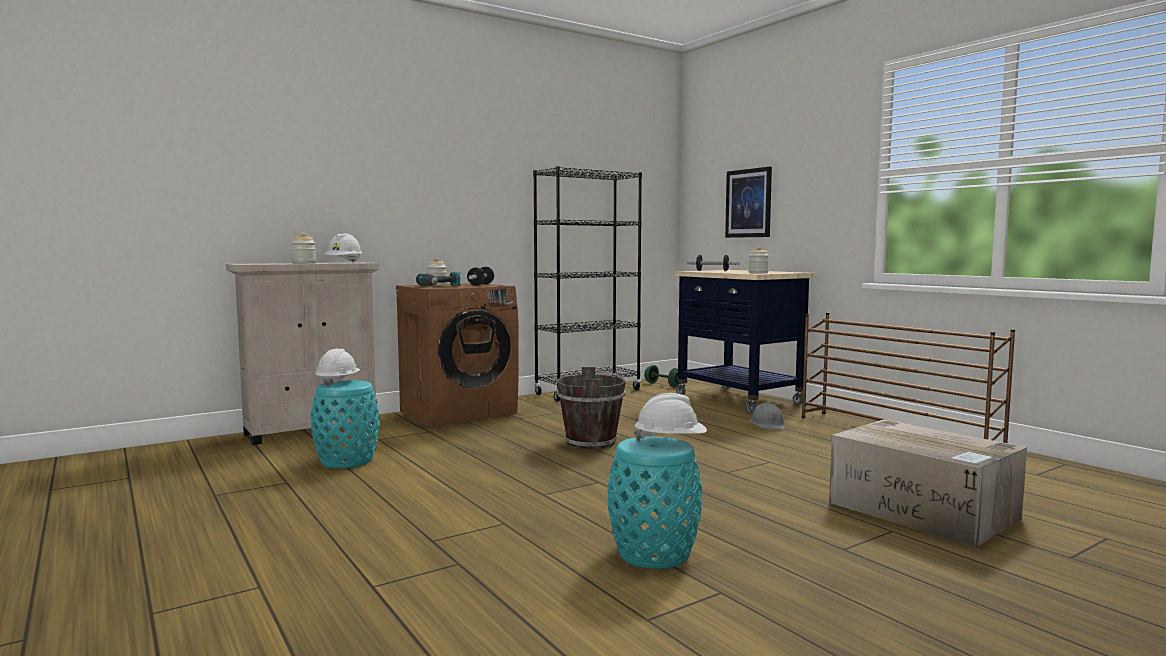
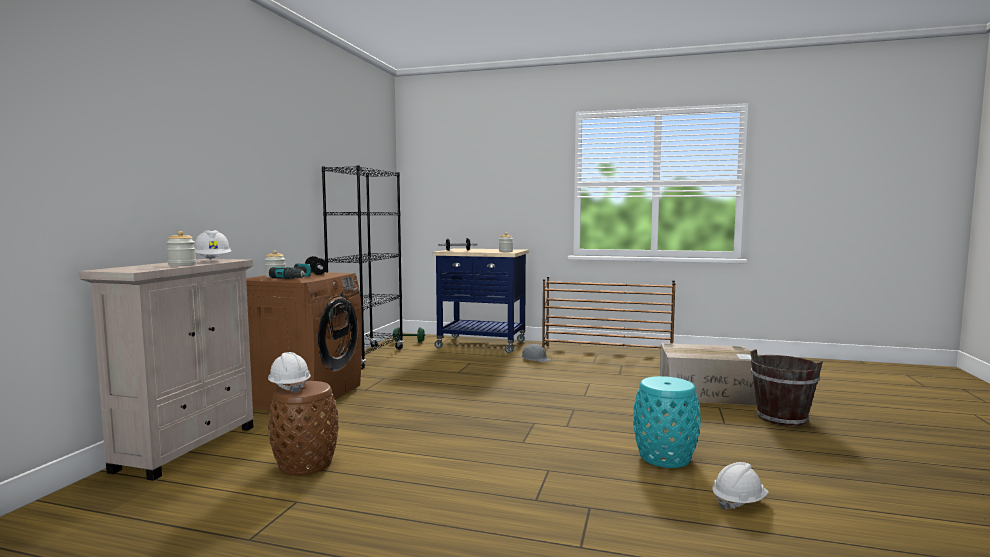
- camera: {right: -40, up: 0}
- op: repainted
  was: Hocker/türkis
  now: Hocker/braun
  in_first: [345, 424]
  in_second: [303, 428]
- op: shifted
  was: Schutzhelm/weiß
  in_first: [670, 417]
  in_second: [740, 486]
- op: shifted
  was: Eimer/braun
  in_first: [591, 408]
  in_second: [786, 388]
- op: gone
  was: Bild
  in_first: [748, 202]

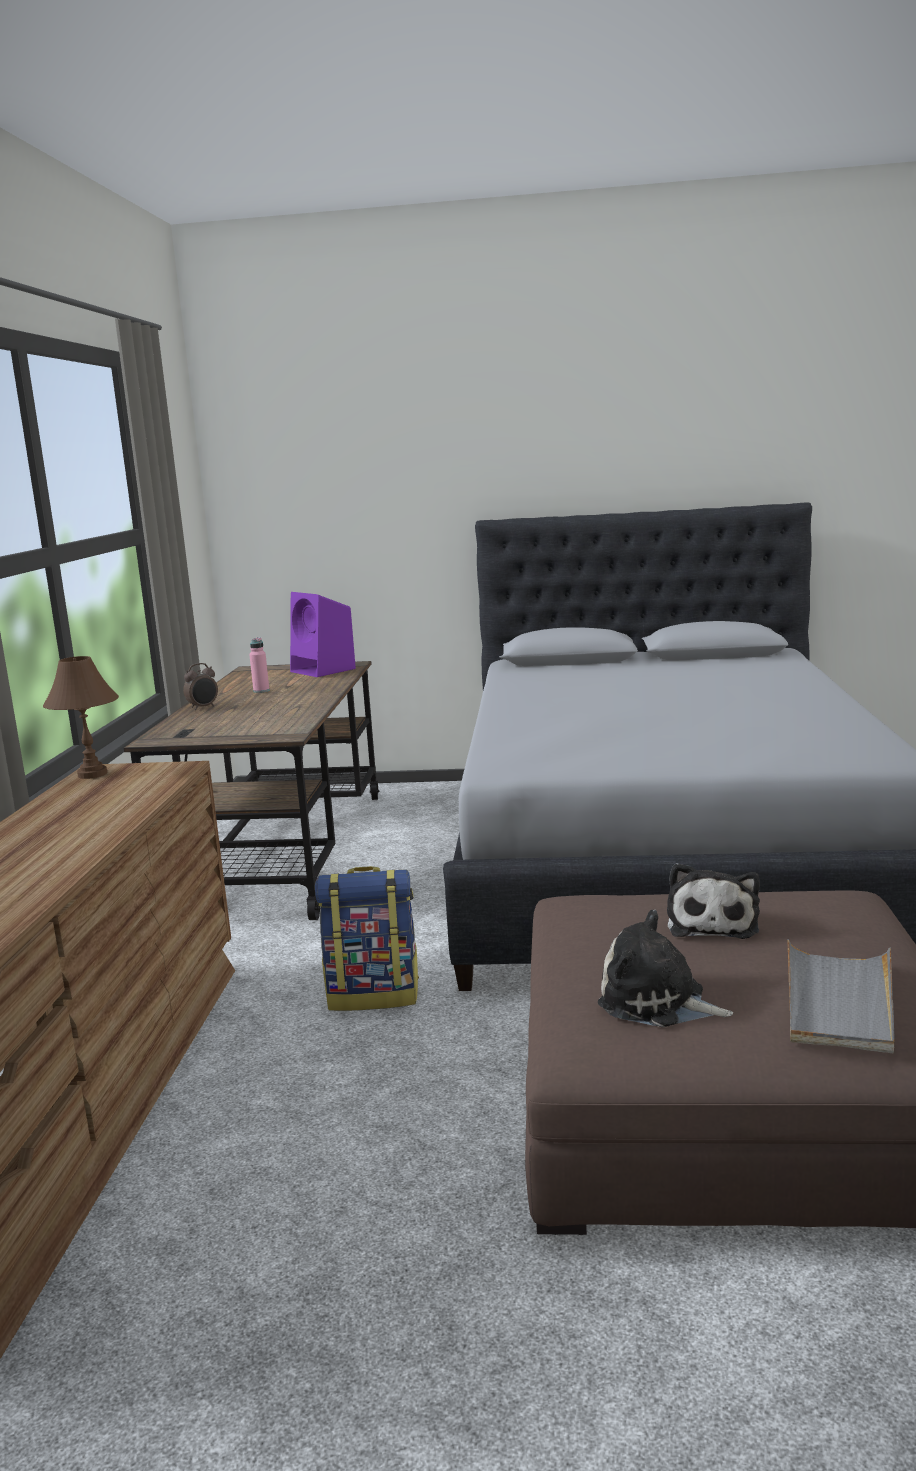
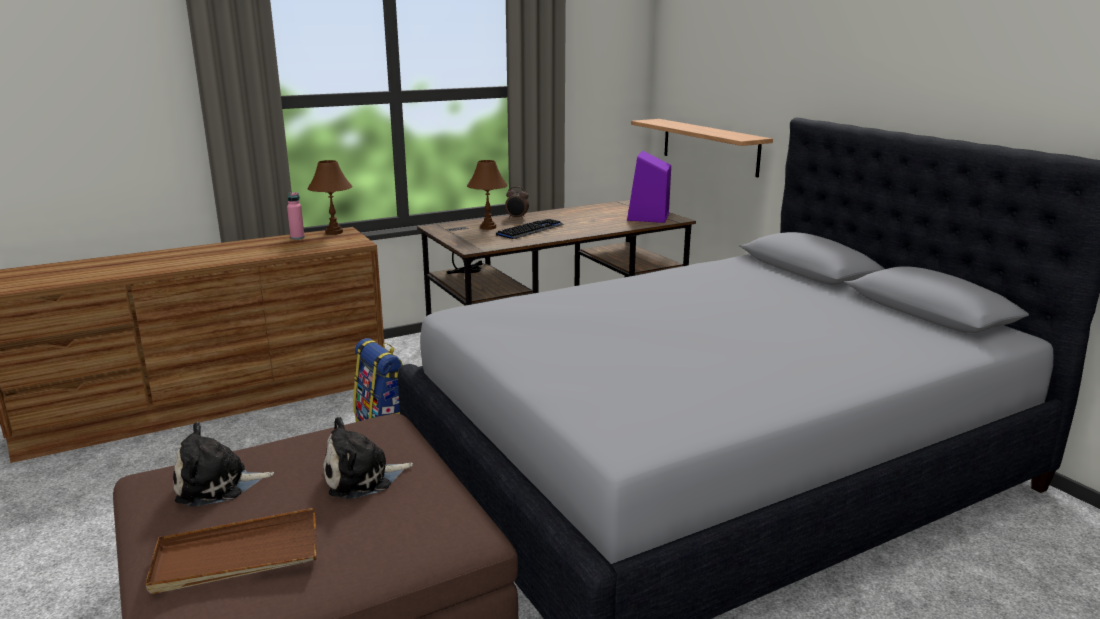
- camera: {right: 55, up: 5}
- op: repainted
  was: Tablett/grau
  now: Tablett/braun
  in_first: [841, 996]
  in_second: [231, 551]
- op: rotated
  was: Plüschtier
  in_first: [665, 968]
  in_second: [223, 464]
  clockwise: -105
- op: shifted
  was: Flasche/rosa
  in_first: [259, 665]
  in_second: [296, 216]
- op: new
  now: Tischlampe/braun
  in_second: [487, 195]
- op: new
  now: Tastatur
  in_second: [530, 229]
- op: new
  now: Wandregal
  in_second: [702, 148]

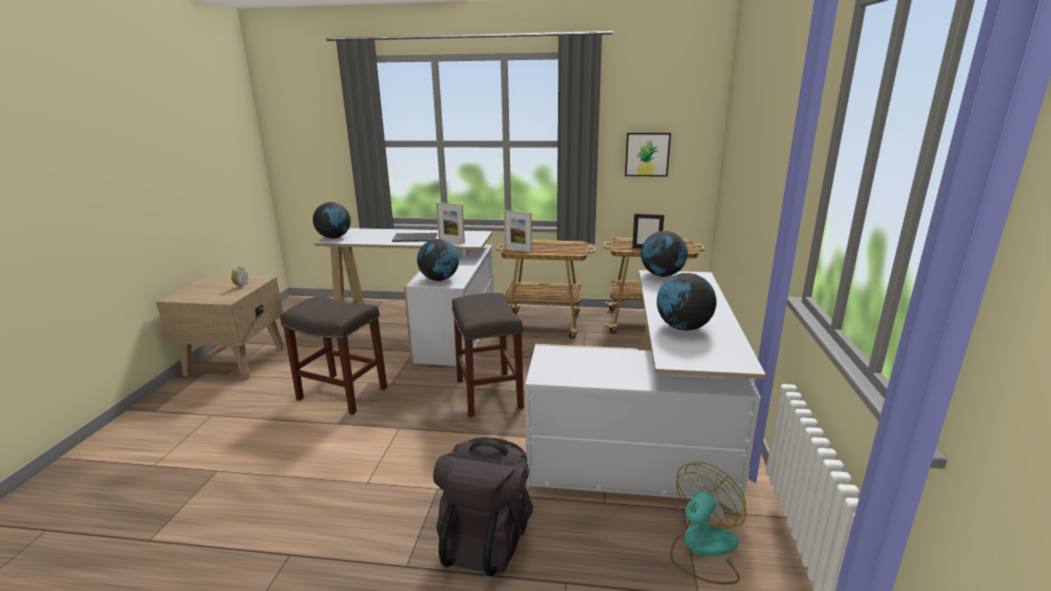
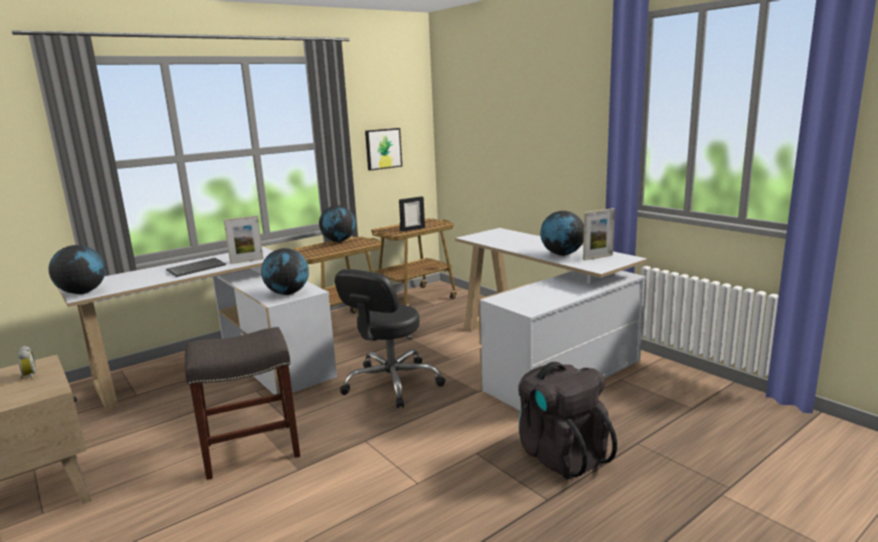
- camera: {right: -45, up: -5}
- op: shifted
  was: Globus
  in_first: [664, 254]
  in_second: [337, 223]
- op: swapped
  was: Hocker/grau
  now: Bürostuhl/schwarz
  in_first: [488, 355]
  in_second: [390, 338]
- op: shifted
  was: Bilderrahmen
  in_first: [518, 231]
  in_second: [599, 234]
- op: gone
  was: Ventilator
  in_first: [708, 523]

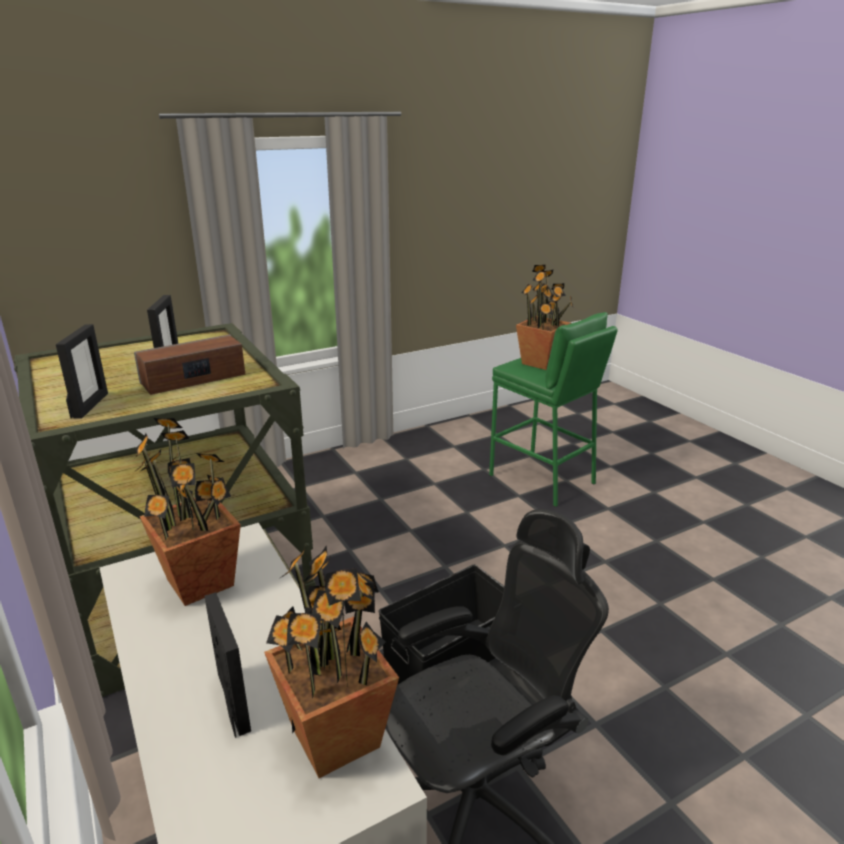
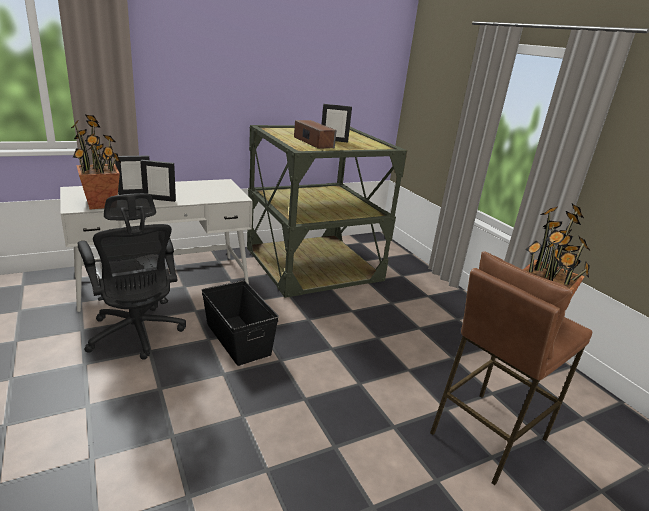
- camera: {right: 90, up: 0}
- op: shifted
  was: Bilderrahmen
  in_first: [82, 371]
  in_second: [158, 181]
- op: repainted
  was: Hocker/grün
  now: Hocker/braun
  in_first: [553, 409]
  in_second: [511, 368]
- op: gone
  was: Topfpflanze
  in_first: [188, 512]

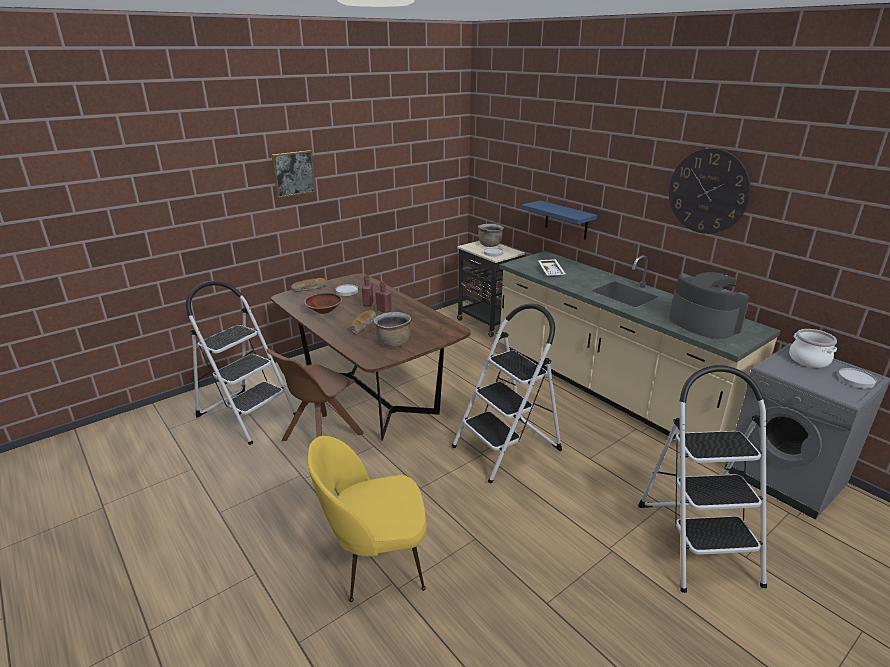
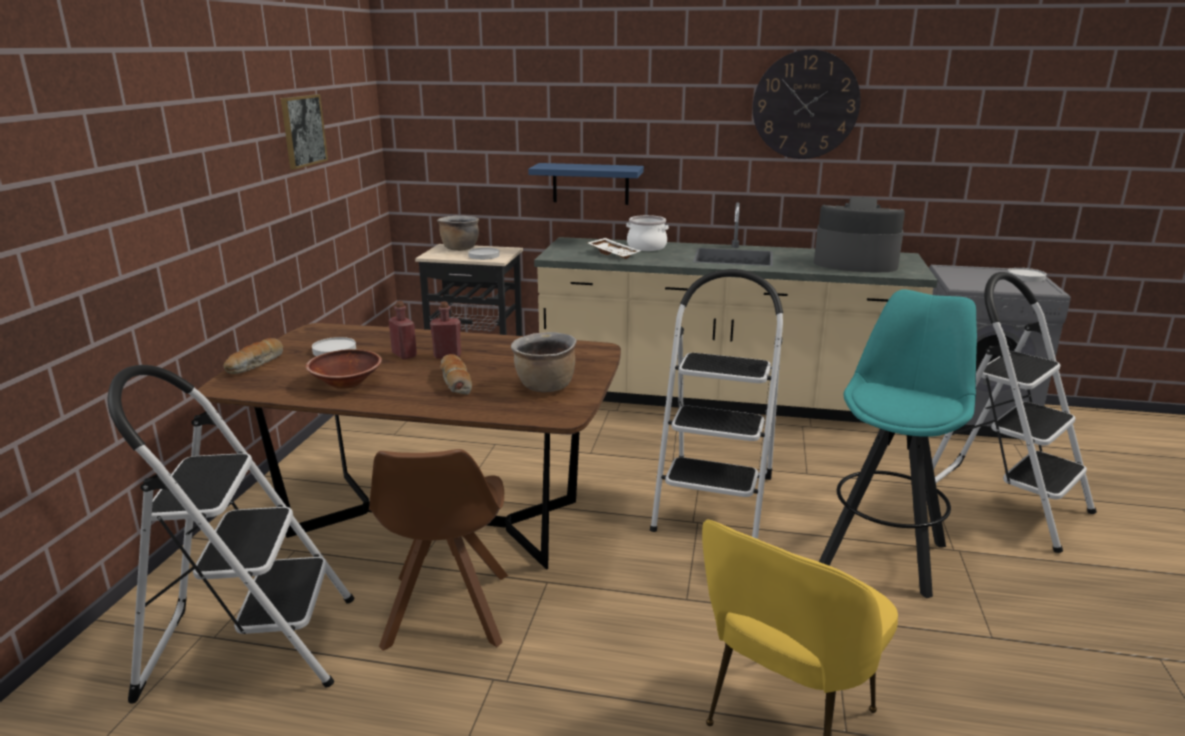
- camera: {right: -40, up: -5}
- op: shifted
  was: Bild
  in_first: [294, 174]
  in_second: [304, 132]
- op: shifted
  was: Kochtopf
  in_first: [813, 348]
  in_second: [647, 233]
- op: new
  now: Hocker/türkis
  in_second: [898, 443]

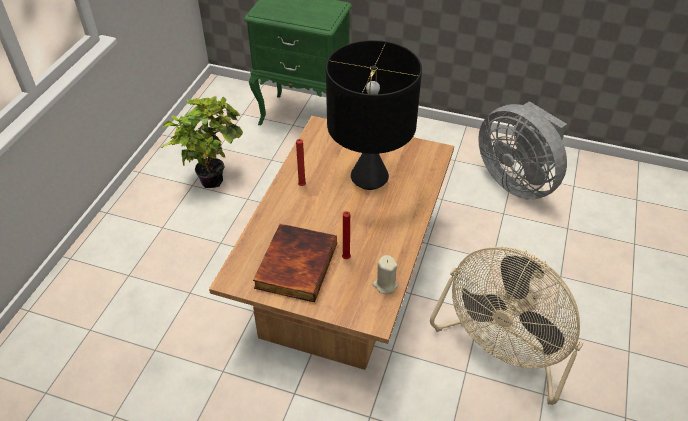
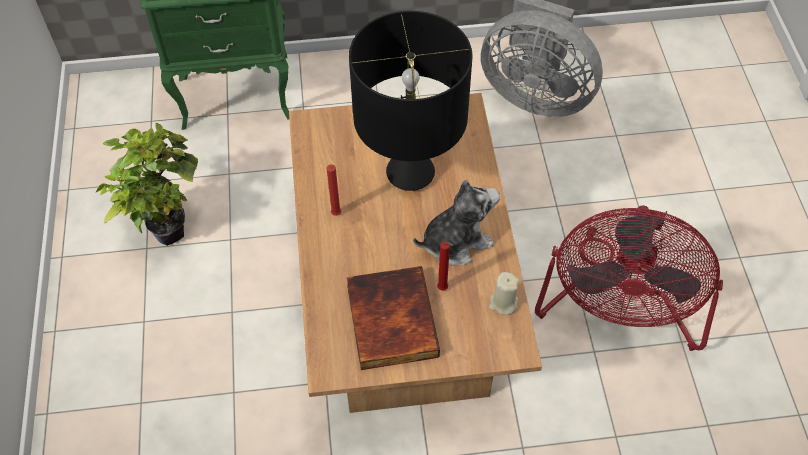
- camera: {right: -25, up: 10}
- op: new
  now: Plüschtier
  in_second: [456, 223]
- op: repainted
  was: Ventilator/beige
  now: Ventilator/rot
  in_first: [506, 326]
  in_second: [629, 278]

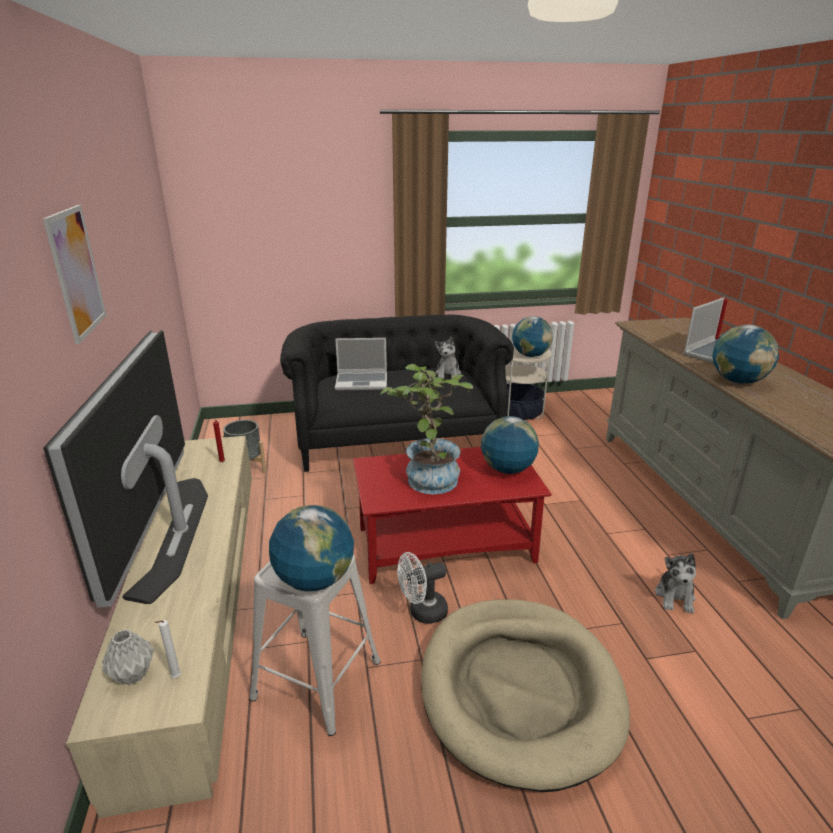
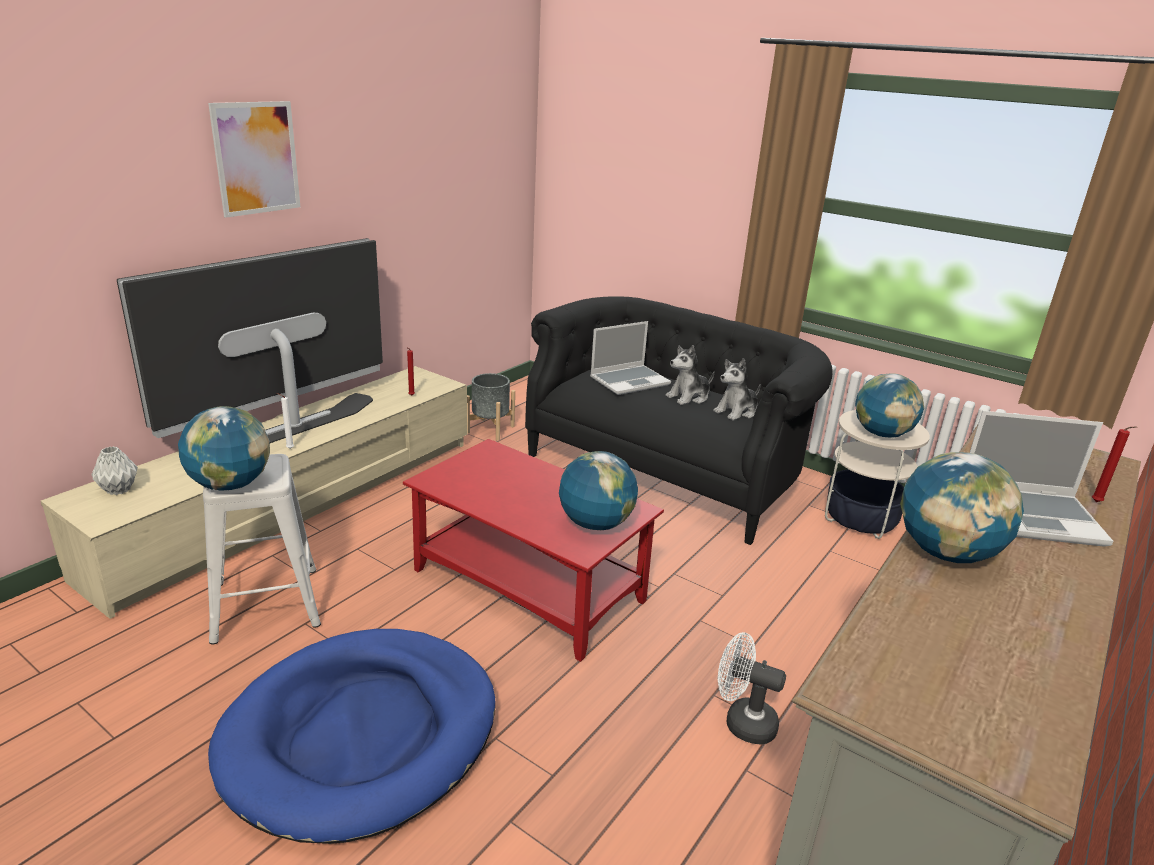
- camera: {right: 45, up: 0}
- op: repainted
  was: Hundebett/beige
  now: Hundebett/blau
  in_first: [525, 695]
  in_second: [352, 736]
- op: shifted
  was: Kerze/weiß
  in_first: [168, 649]
  in_second: [285, 421]
- op: rotated
  was: Laptop
  in_first: [361, 364]
  in_second: [630, 358]
  clockwise: -75
- op: shifted
  was: Plüschtier
  in_first: [675, 583]
  in_second: [690, 375]
- op: shifted
  was: Ventilator/weiß
  in_first: [422, 588]
  in_second: [752, 688]
- op: gone
  was: Topfpflanze
  in_first: [426, 429]

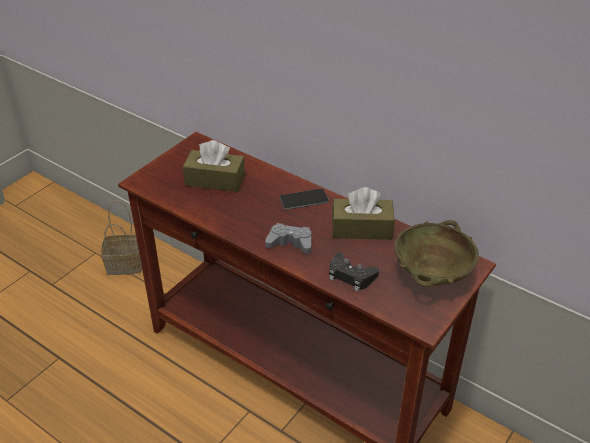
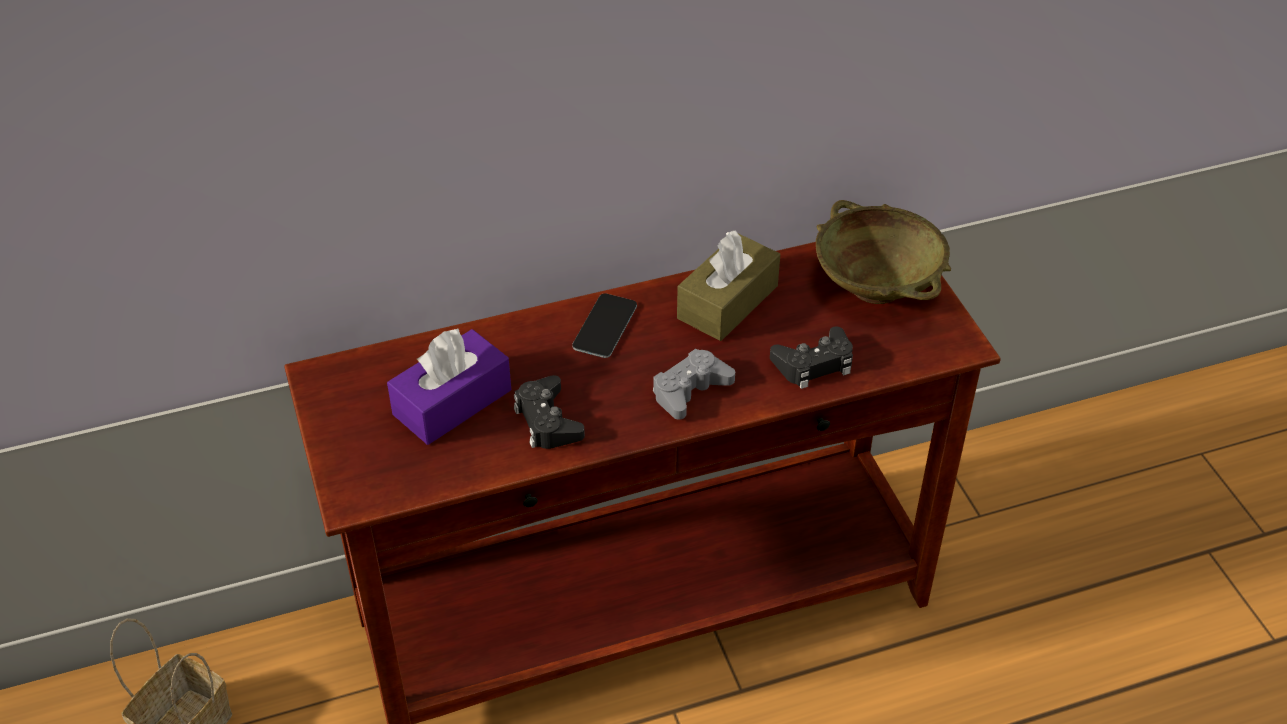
- camera: {right: -55, up: 5}
- op: repainted
  was: Taschentuchbox/braun
  now: Taschentuchbox/lila
  in_first: [214, 166]
  in_second: [449, 386]
- op: new
  now: Gamepad/schwarz
  in_second: [549, 412]

